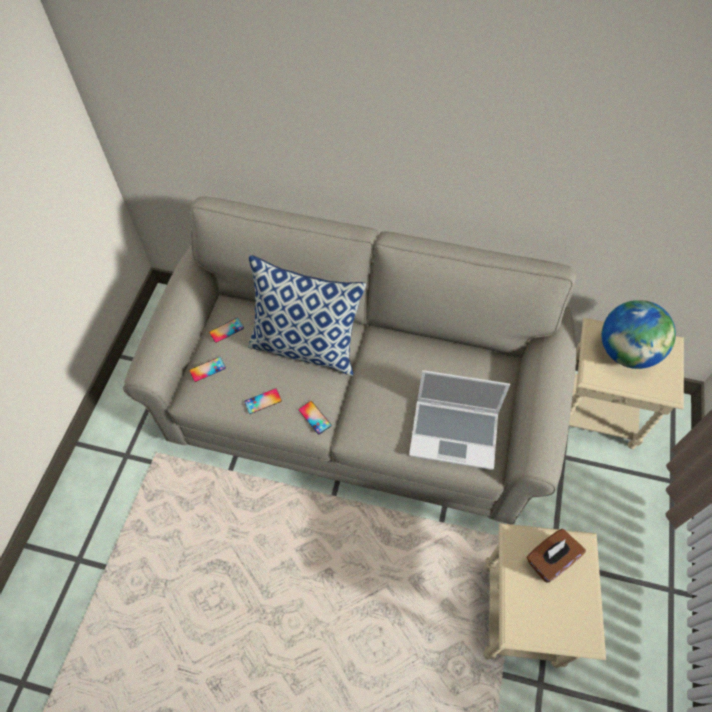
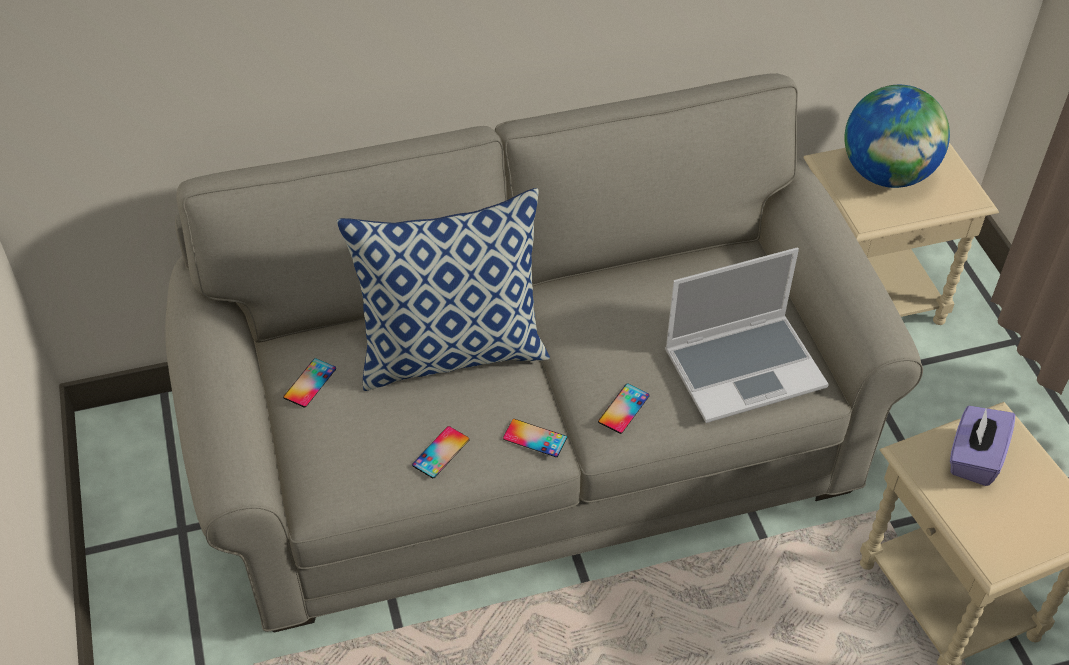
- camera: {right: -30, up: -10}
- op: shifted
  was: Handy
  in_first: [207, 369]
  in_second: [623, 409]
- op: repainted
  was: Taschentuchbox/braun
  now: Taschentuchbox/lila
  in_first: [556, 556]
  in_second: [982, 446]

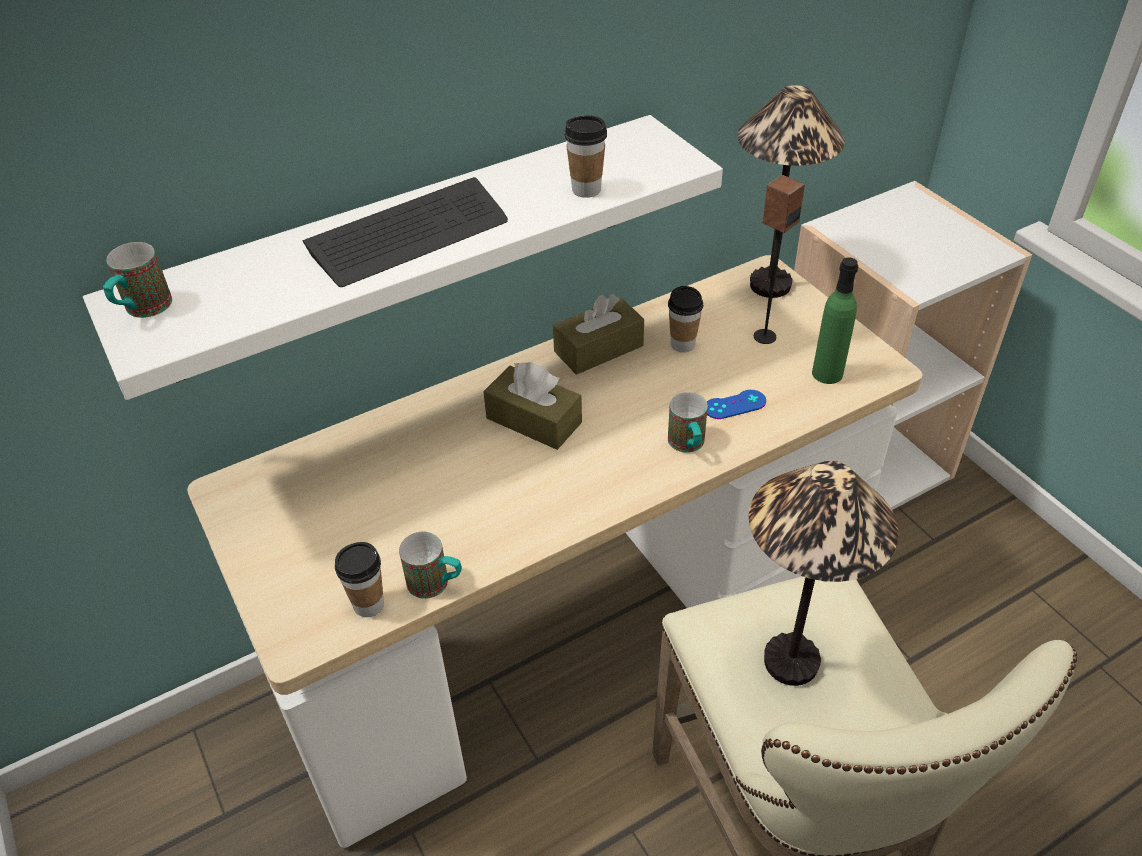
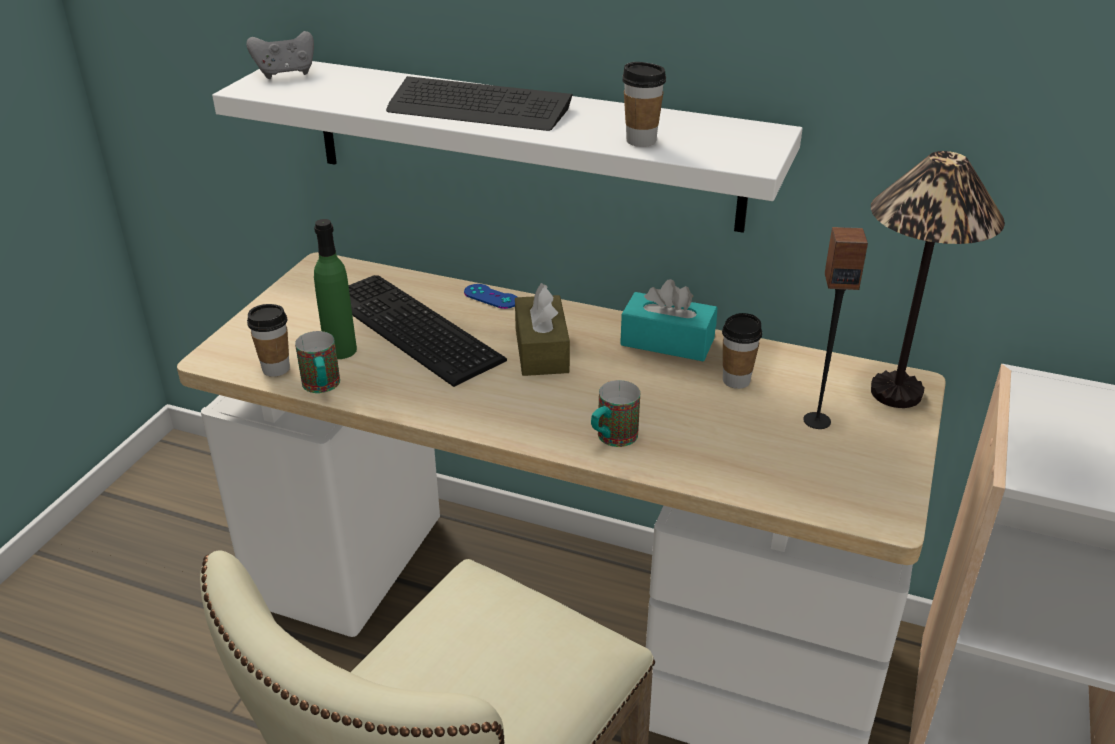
- camera: {right: 50, up: -10}
- op: swapped
  was: Henkelbecher
  now: Gamepad/grau
  in_first: [137, 280]
  in_second: [280, 55]
- op: shifted
  was: Flasche/grün
  in_first: [835, 320]
  in_second: [335, 289]
- op: new
  now: Tastatur
  in_second: [427, 331]
- op: shifted
  was: Gamepad/blau
  in_first: [736, 404]
  in_second: [490, 296]
- op: repainted
  was: Taschentuchbox/braun
  now: Taschentuchbox/türkis
  in_first: [598, 334]
  in_second: [668, 320]
- op: gone
  was: Tischlampe
  in_first: [823, 573]

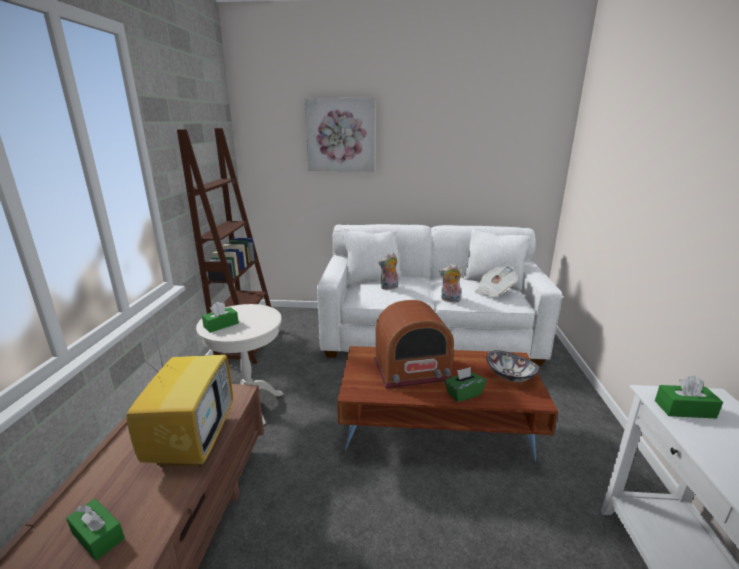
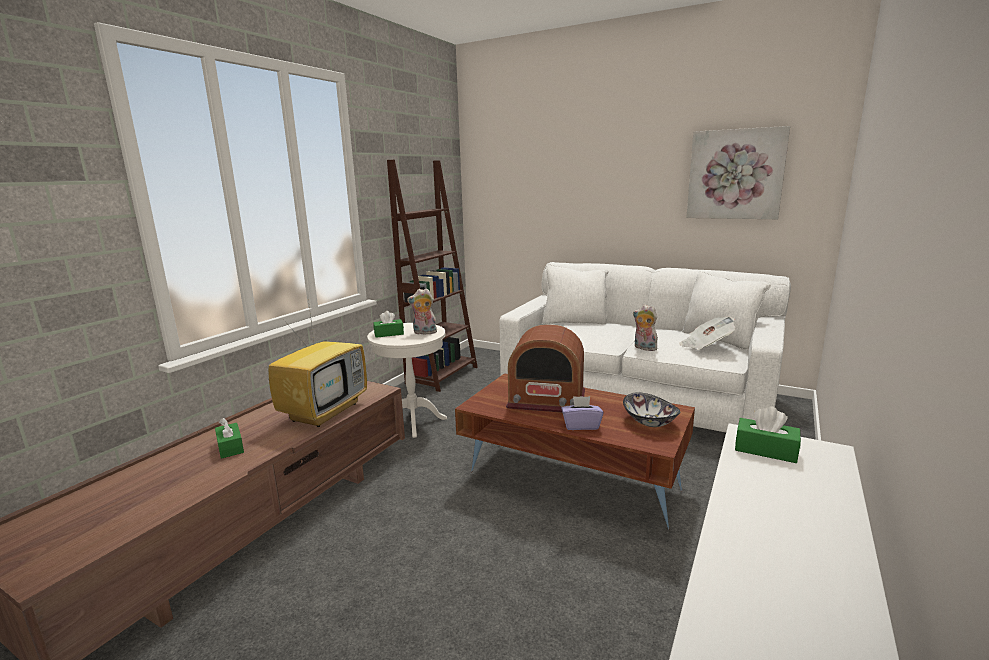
- camera: {right: 25, up: -5}
- op: shifted
  was: Plüschtier
  in_first: [388, 271]
  in_second: [422, 311]
- op: repainted
  was: Taschentuchbox/grün
  now: Taschentuchbox/lila
  in_first: [465, 384]
  in_second: [582, 413]
- op: shifted
  was: Bild
  in_first: [339, 134]
  in_second: [738, 172]

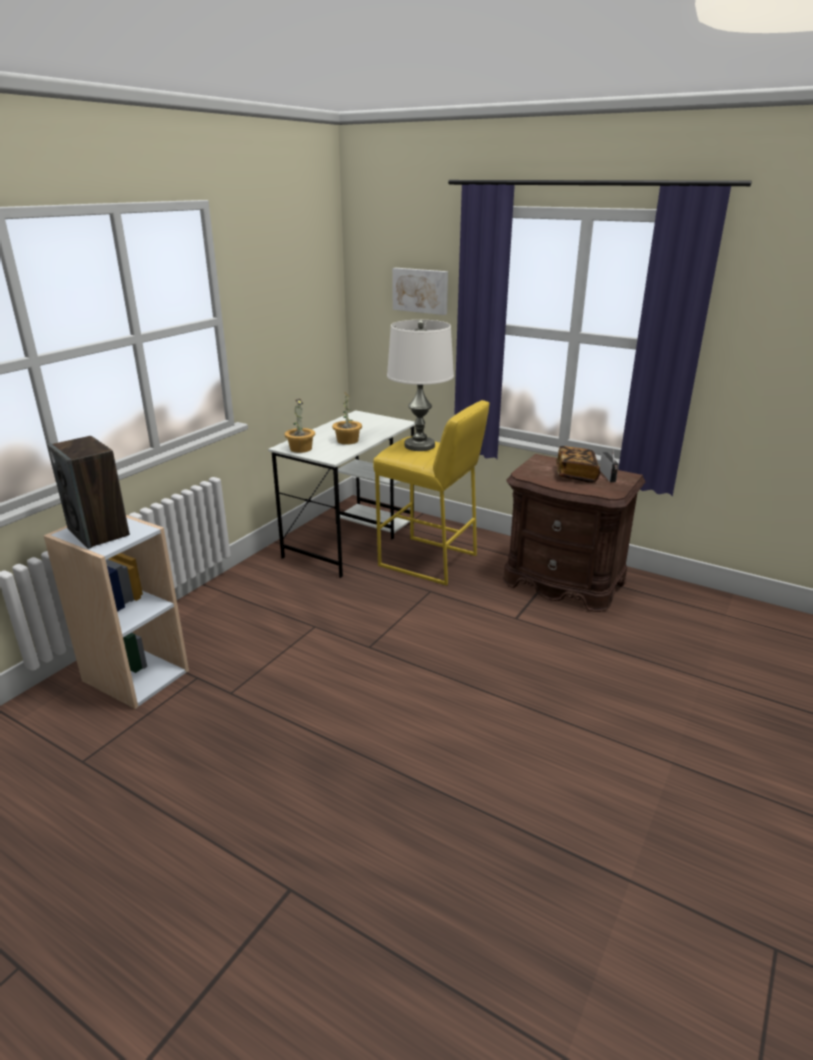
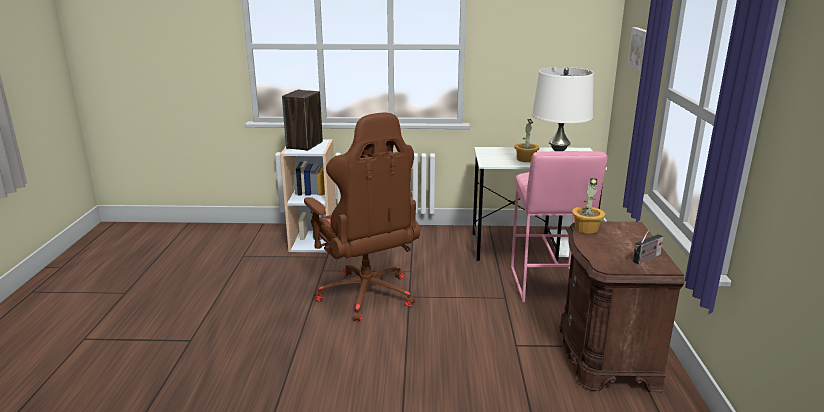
- camera: {right: 60, up: -5}
- op: new
  now: Bürostuhl/braun
  in_second: [362, 217]
- op: repainted
  was: Hocker/gelb
  now: Hocker/rosa
  in_first: [431, 492]
  in_second: [559, 226]
- op: shifted
  was: Topfpflanze
  in_first: [299, 426]
  in_second: [588, 205]
- op: gone
  was: Buch
  in_first: [578, 464]

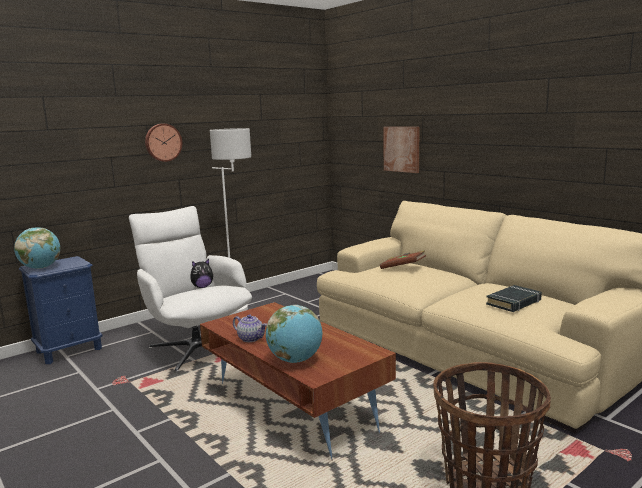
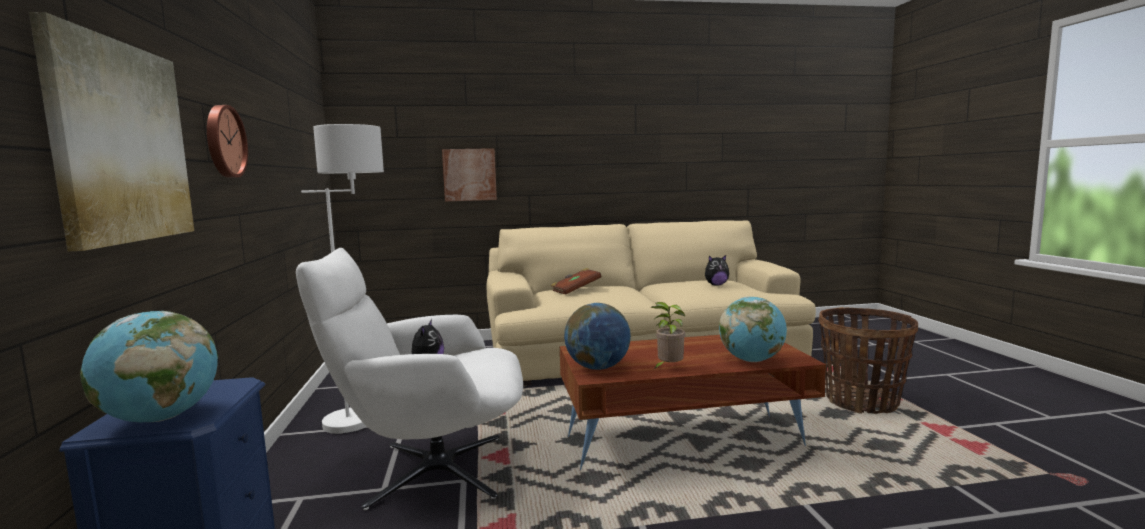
- camera: {right: -60, up: -5}
- op: new
  now: Bild
  in_second: [111, 131]
- op: new
  now: Globus
  in_second: [597, 336]
- op: swapped
  was: Teekanne
  now: Topfpflanze
  in_first: [250, 328]
  in_second: [667, 336]
- op: swapped
  was: Buch/schwarz
  now: Plüschtier
  in_first: [514, 298]
  in_second: [717, 270]

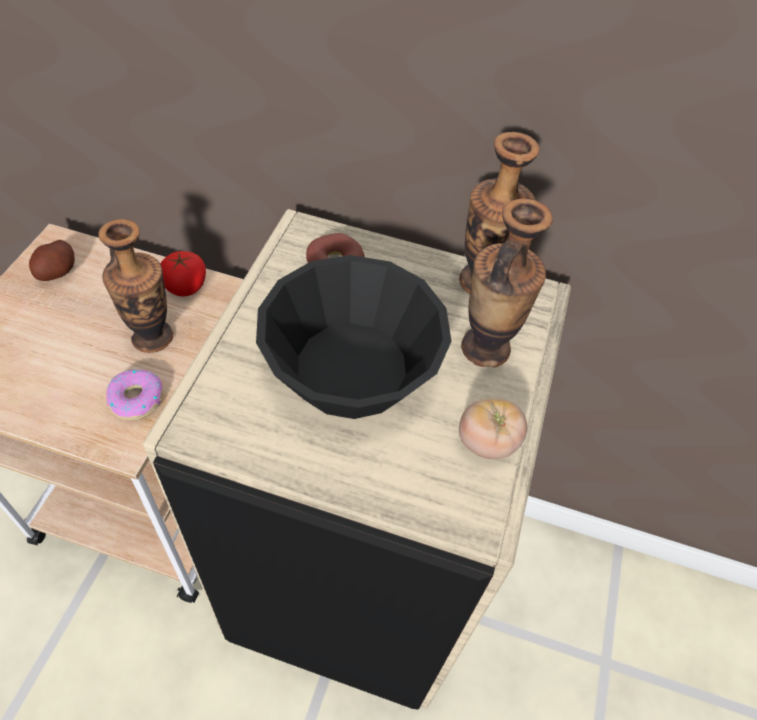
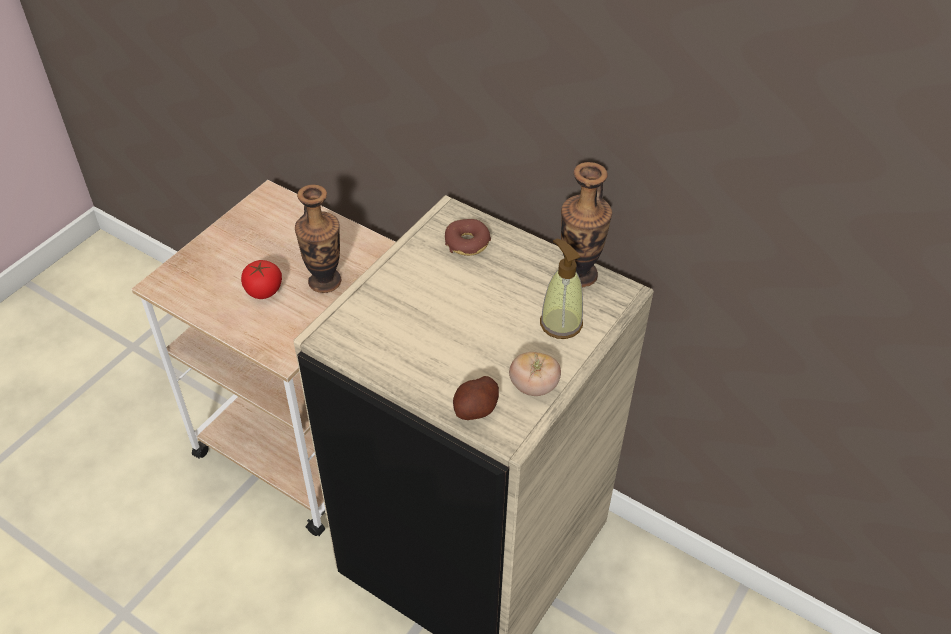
- camera: {right: 20, up: -5}
- op: shifted
  was: Tomate
  in_first: [183, 273]
  in_second: [261, 279]
- op: shifted
  was: Kartoffel
  in_first: [52, 260]
  in_second: [476, 398]
- op: swapped
  was: Vase
  now: Seifenspender
  in_first: [507, 283]
  in_second: [561, 289]
- op: gone
  was: Donut
  in_first: [134, 394]
- op: gone
  was: Schüssel/schwarz
  in_first: [354, 337]

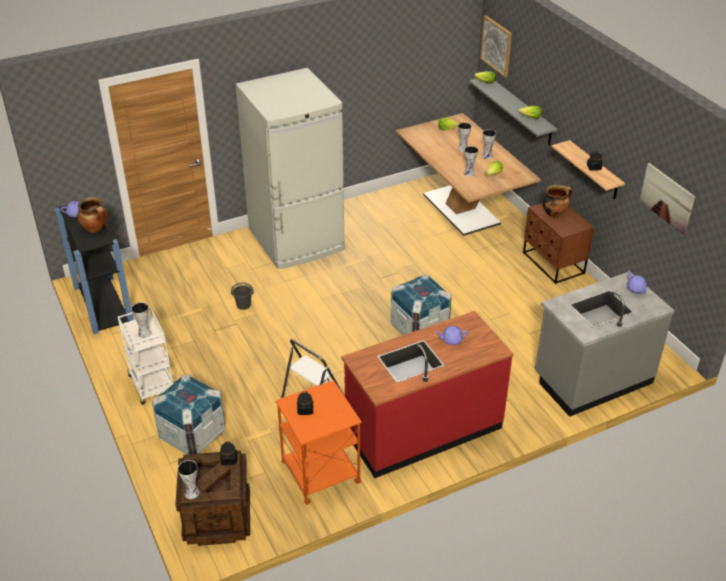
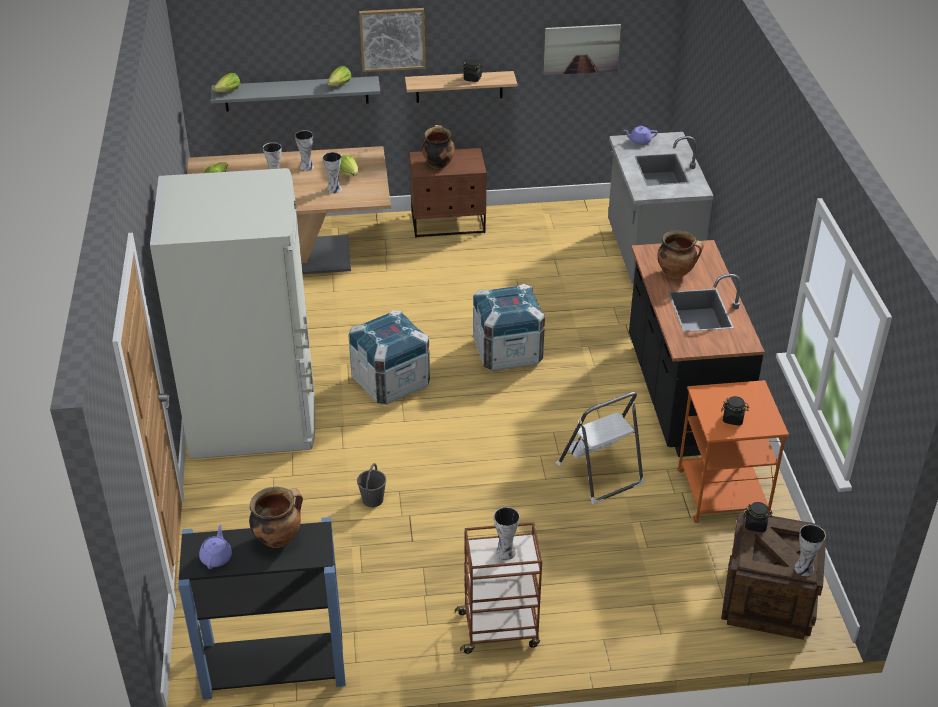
- camera: {right: -70, up: 0}
- op: shifted
  was: Kiste
  in_first: [189, 414]
  in_second: [389, 357]
- op: shifted
  was: Bild
  in_first: [496, 46]
  in_second: [392, 40]
- op: repainted
  was: Rollwagen/weiß
  now: Rollwagen/braun
  in_first: [145, 356]
  in_second: [498, 588]
- op: repainted
  was: Küchenzeile/rot
  now: Küchenzeile/schwarz
  in_first: [427, 394]
  in_second: [697, 348]
- op: swapped
  was: Teekanne/lila
  now: Kochtopf
  in_first: [452, 335]
  in_second: [680, 254]

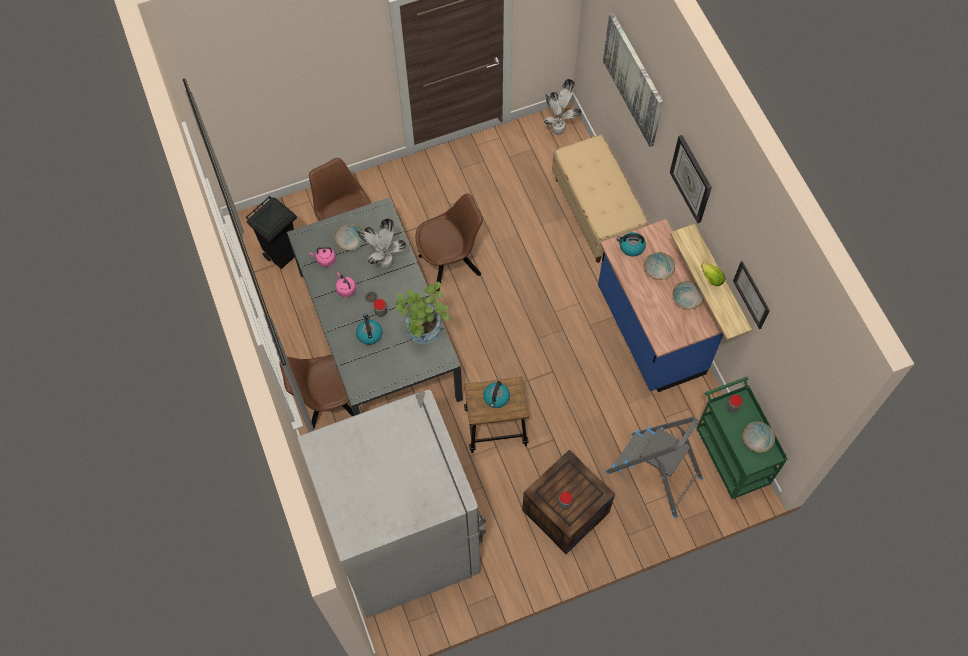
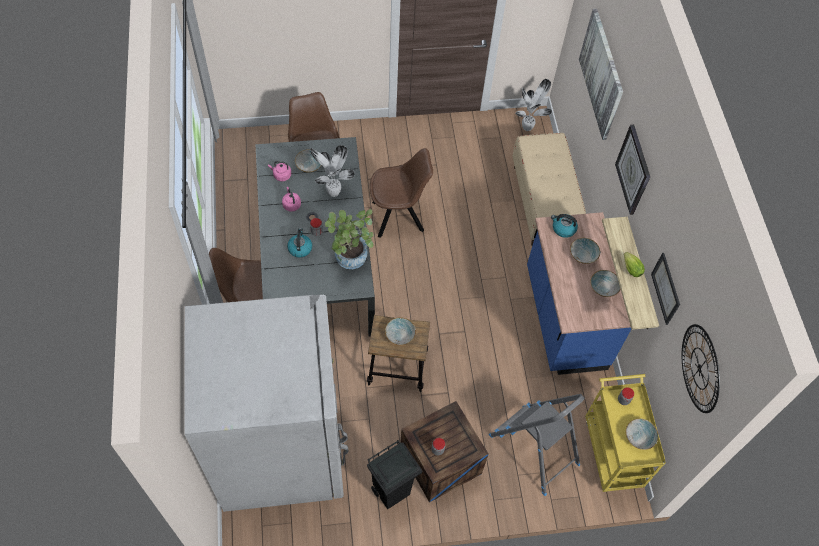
- camera: {right: 10, up: -5}
- op: shifted
  was: Mülleimer/schwarz
  in_first: [271, 232]
  in_second: [394, 474]
- op: swapped
  was: Wasserkessel
  now: Schüssel
  in_first: [496, 394]
  in_second: [400, 331]
- op: repainted
  was: Rollwagen/grün
  now: Rollwagen/gelb
  in_first: [741, 438]
  in_second: [625, 433]
- op: new
  now: Wanduhr
  in_second: [701, 368]

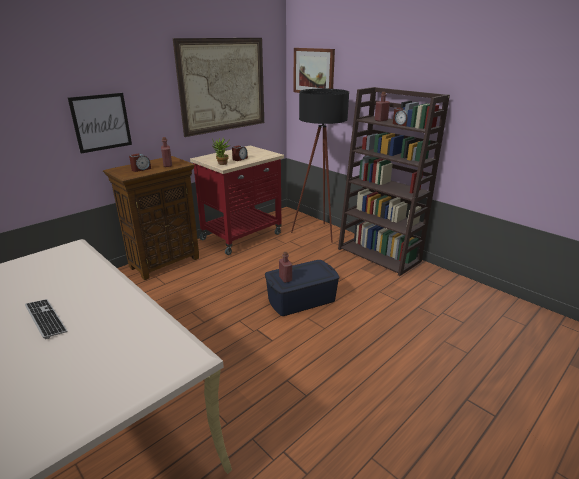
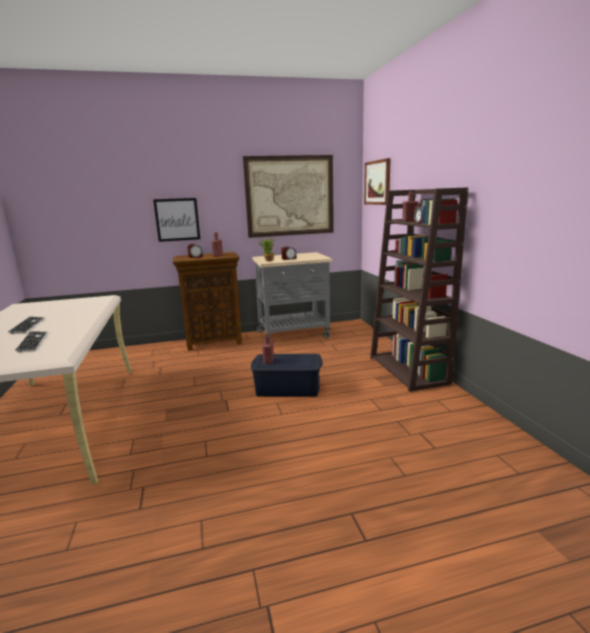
- camera: {right: 30, up: -10}
- op: new
  now: Tastatur
  in_second: [31, 342]
- op: repainted
  was: Rollwagen/rot
  now: Rollwagen/grau
  in_first: [237, 200]
  in_second: [292, 297]
- op: gone
  was: Stehlampe/schwarz
  in_first: [320, 166]

